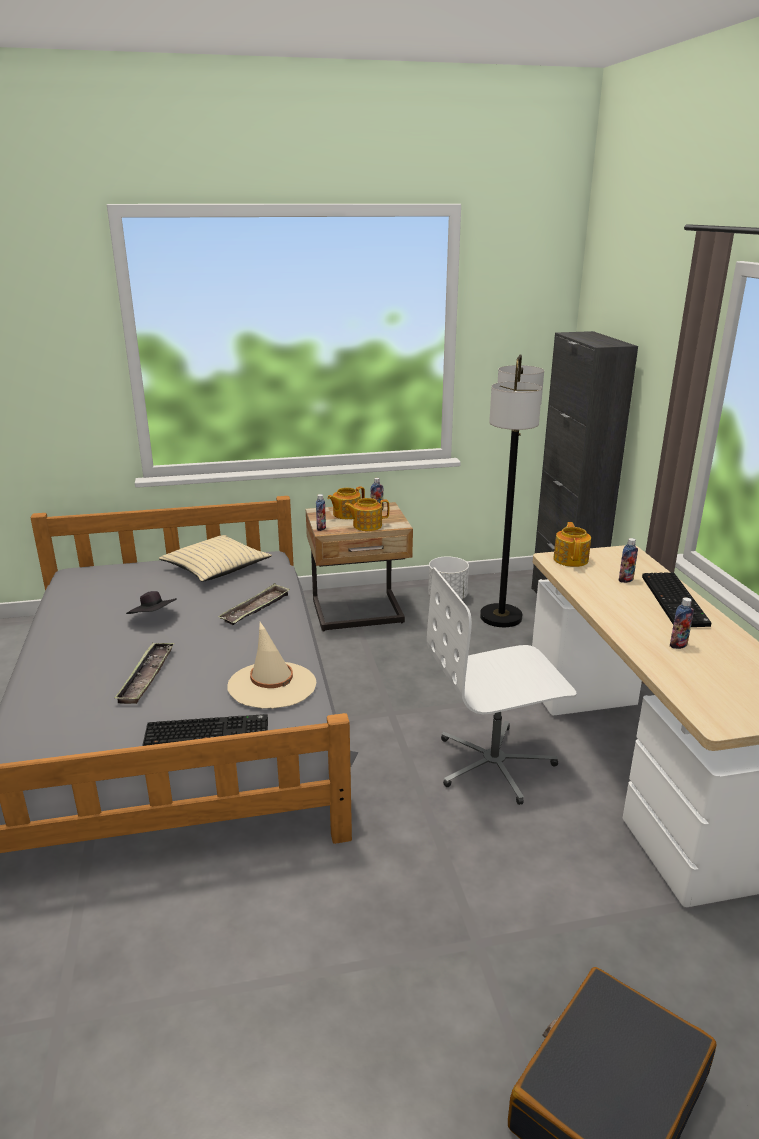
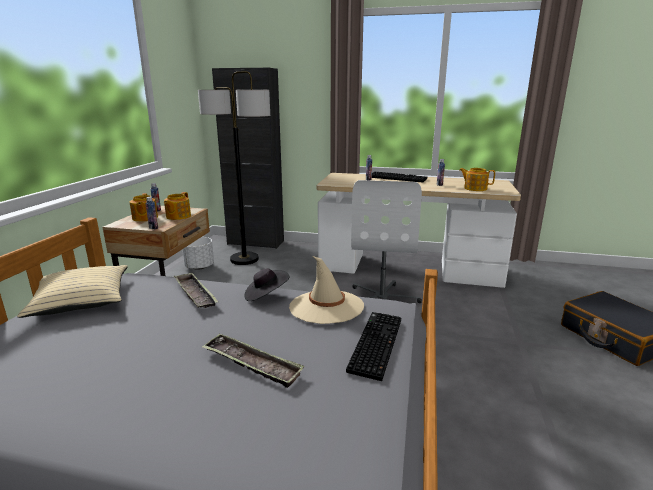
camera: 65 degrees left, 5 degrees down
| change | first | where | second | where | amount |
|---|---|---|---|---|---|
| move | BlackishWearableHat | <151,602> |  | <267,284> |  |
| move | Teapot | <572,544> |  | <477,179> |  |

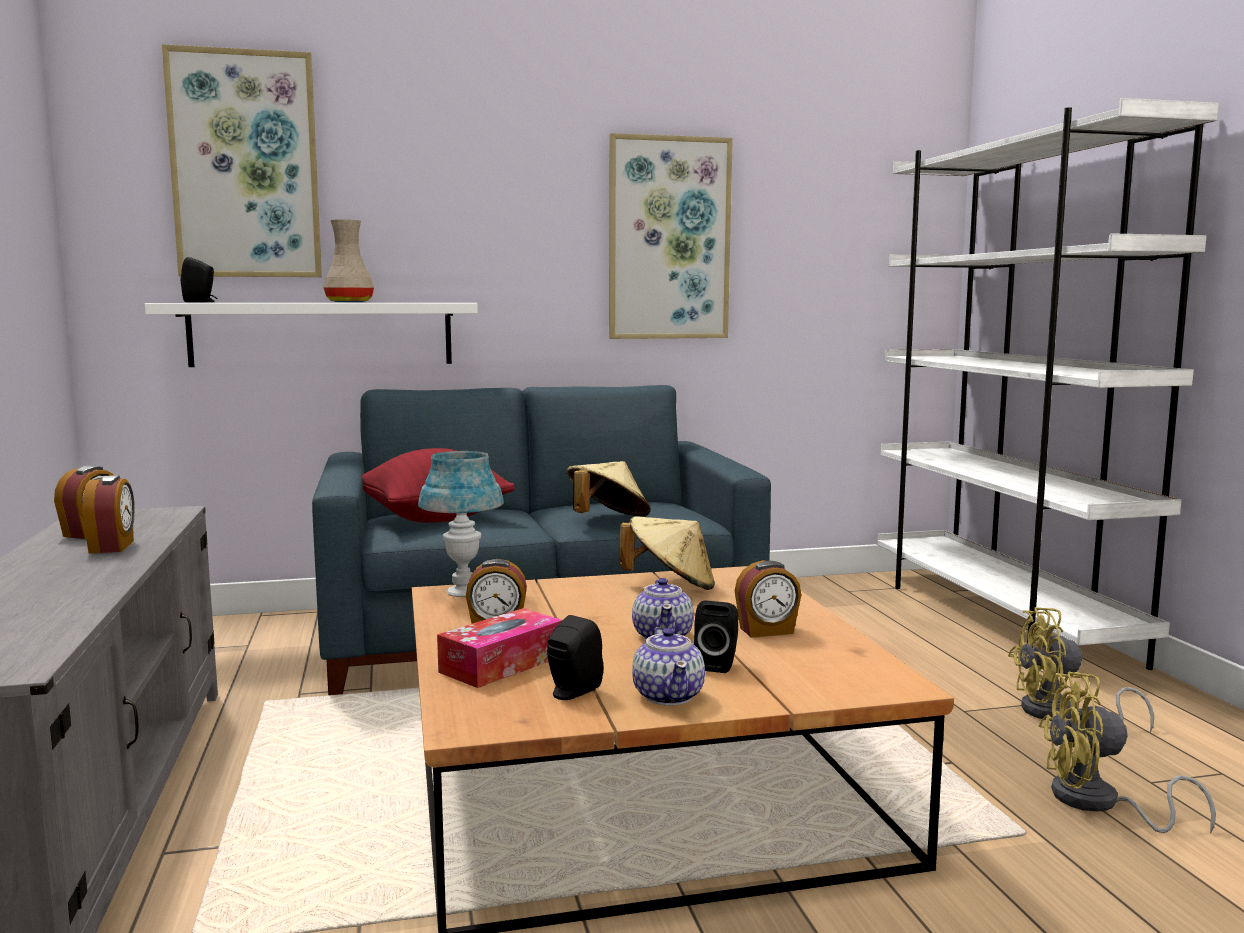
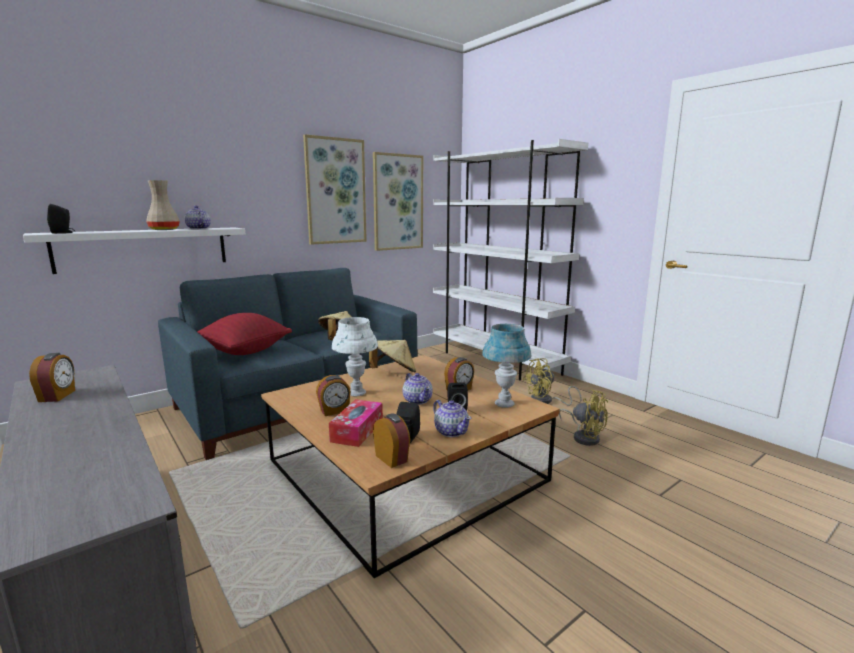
camera: 25 degrees left, 5 degrees up
| change | first | where | second | where | amount |
|---|---|---|---|---|---|
| move | TableClock | <108,514> |  | <391,441> |  |
| move | WallArt | <242,160> |  | <398,201> |  |
| move | BlueTabletopLamp | <461,524> |  | <506,366> |  |
| rotate | YellowishFan | <1127,753> |  | <583,417> | 120 degrees counterclockwise |
| insert |  |  | Teapot | <198,217> |  |
| insert |  |  | WhiteColouredTabletopLamp | <355,356> |  |

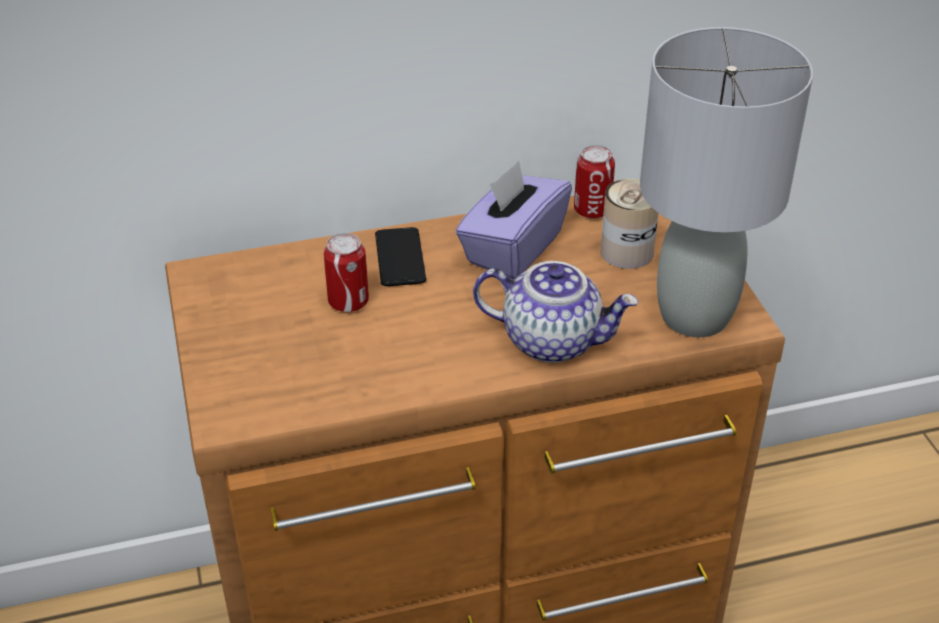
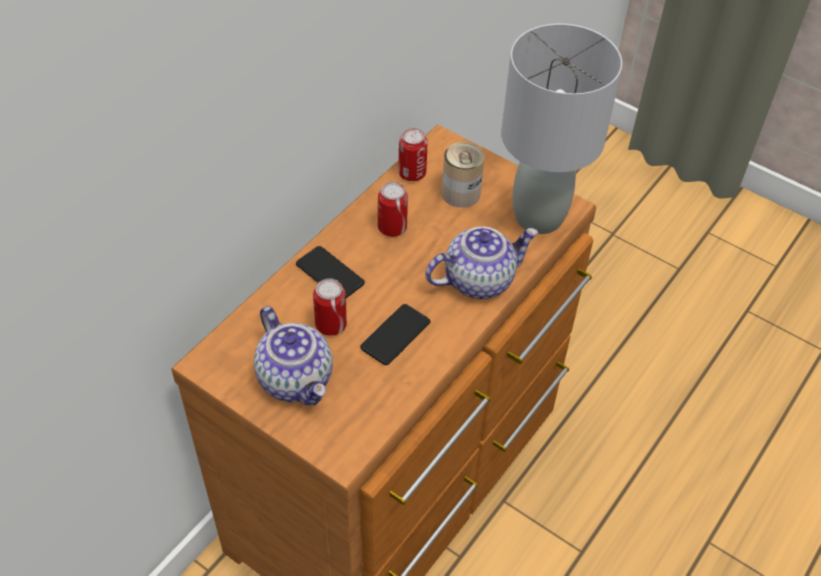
camera: 40 degrees left, 10 degrees up
| change | first | where | second | where | amount |
|---|---|---|---|---|---|
| replace | PurpleColouredTissueBox | <513,219> | Can | <393,209> |  |
| insert |  |  | Teapot | <293,356> |  |
| insert |  |  | Handset | <395,334> |  |

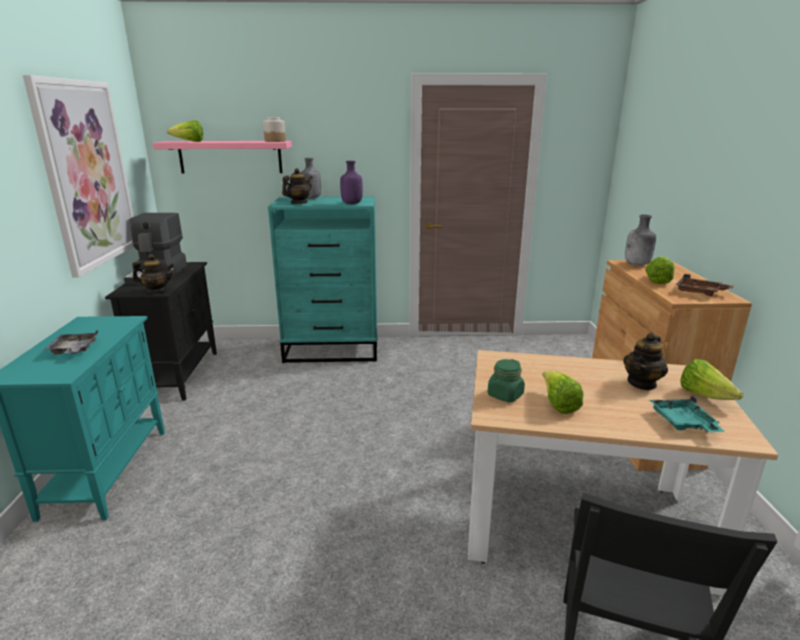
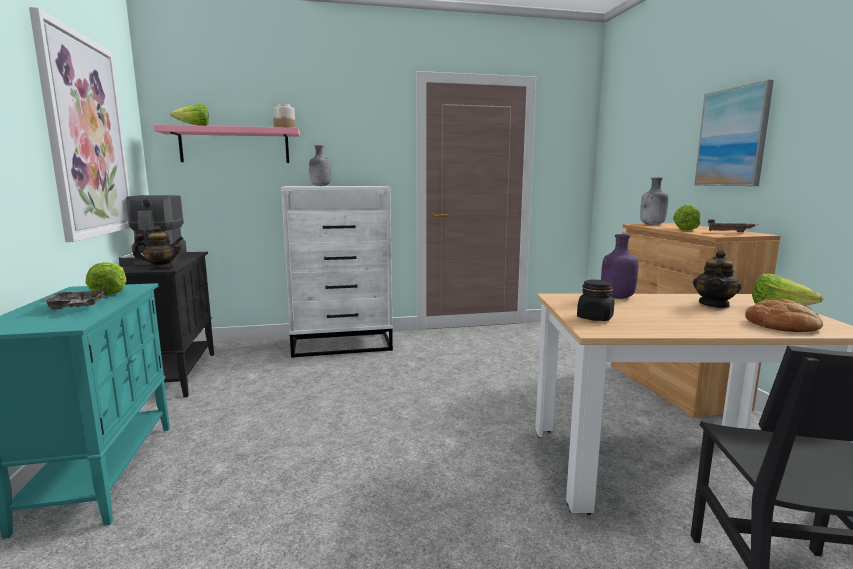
camera: 10 degrees left, 10 degrees down
| change | first | where | second | where | amount |
|---|---|---|---|---|---|
| recolor | TurquoiseColouredDresser | <322,279> | WhiteColouredDresser | <337,272> |  |
| delete | Teapot | <297,186> |  |  |  |
| move | PurpleColouredBottle | <351,182> |  | <619,266> |  |
| recolor | GreenJar | <506,381> | BlackishJar | <595,300> |  |
| move | Lettuce | <563,392> |  | <106,279> |  |
| replace | TurquoiseColouredTray | <687,413> | BakedBread | <784,315> |  |
| insert |  |  | WallArt | <734,133> |  |

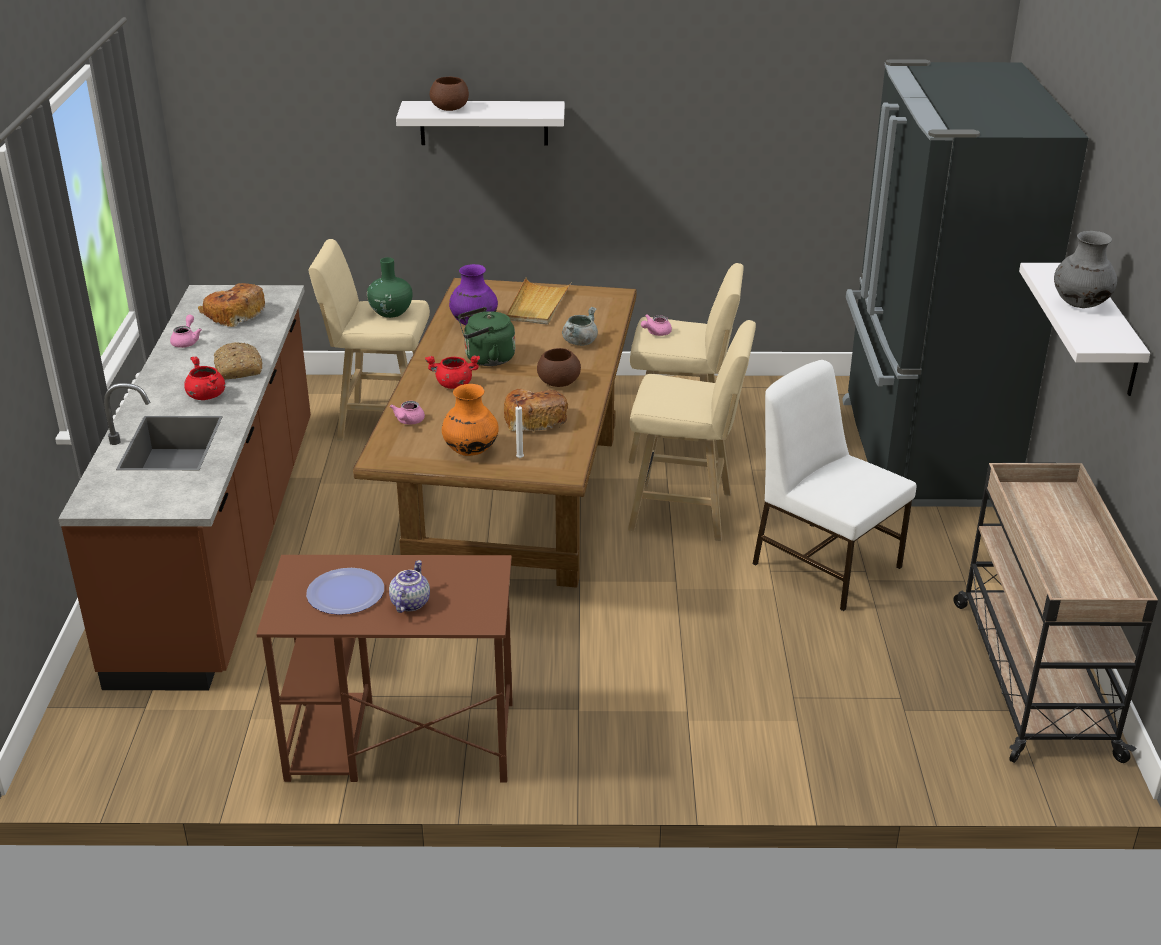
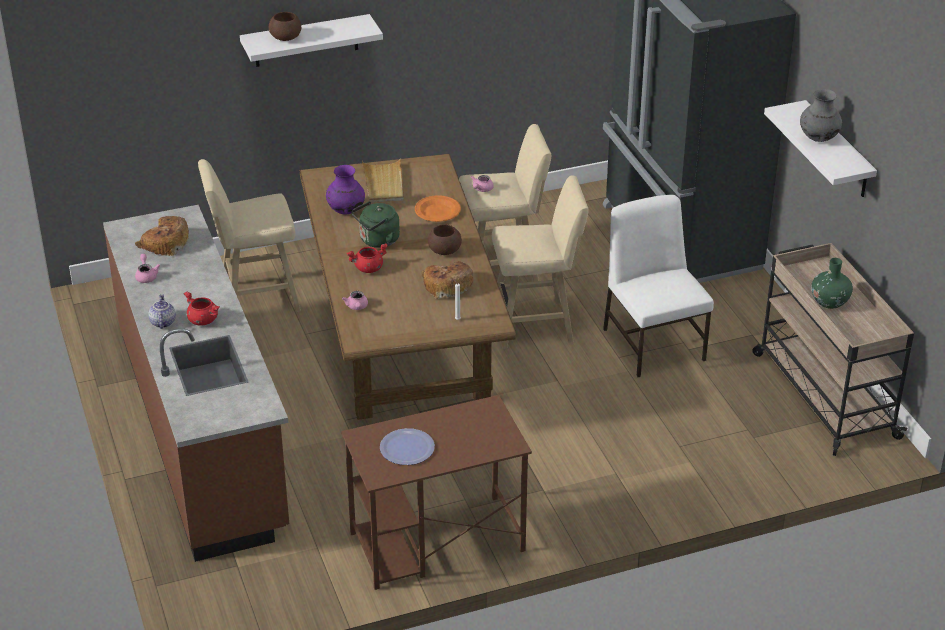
camera: 20 degrees left, 5 degrees up
| change | first | where | second | where | amount |
|---|---|---|---|---|---|
| delete | BakedBread | <238,360> |  |  |  |
| move | GreenFlowerVase | <390,287> |  | <832,283> |  |
| move | Teapot | <409,586> |  | <162,311> |  |
| delete | OrangeyFlowerVase | <470,420> |  |  |  |
| replace | GreyCookingPot | <580,326> | OrangeyDinnerPlate | <438,208> |  |
| rotate | WhiteColouredPlainChair | <834,485> |  | <658,286> | 45 degrees clockwise |

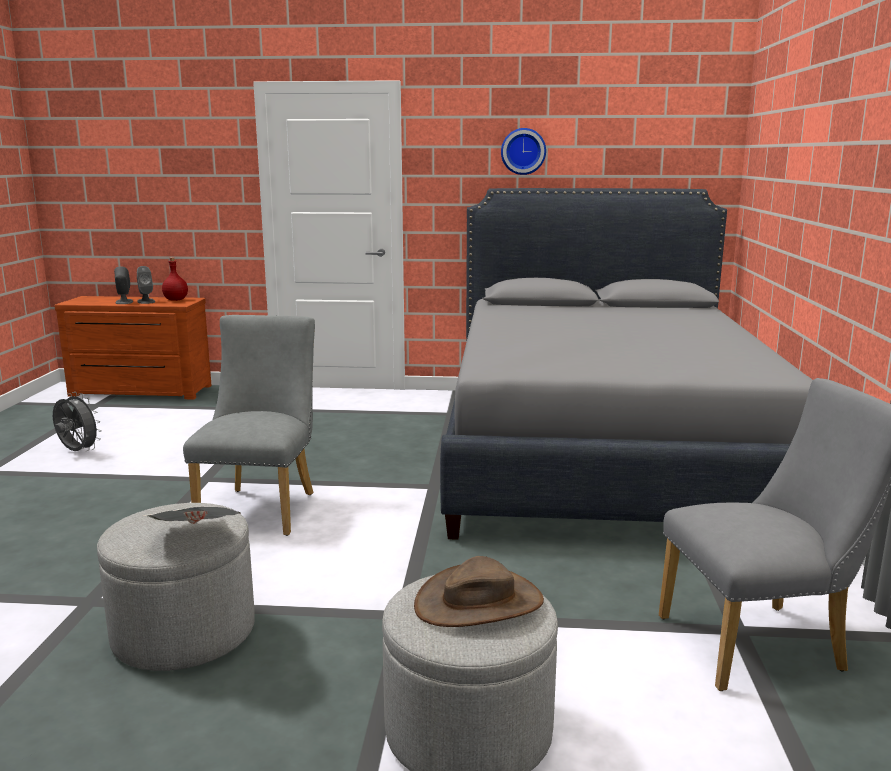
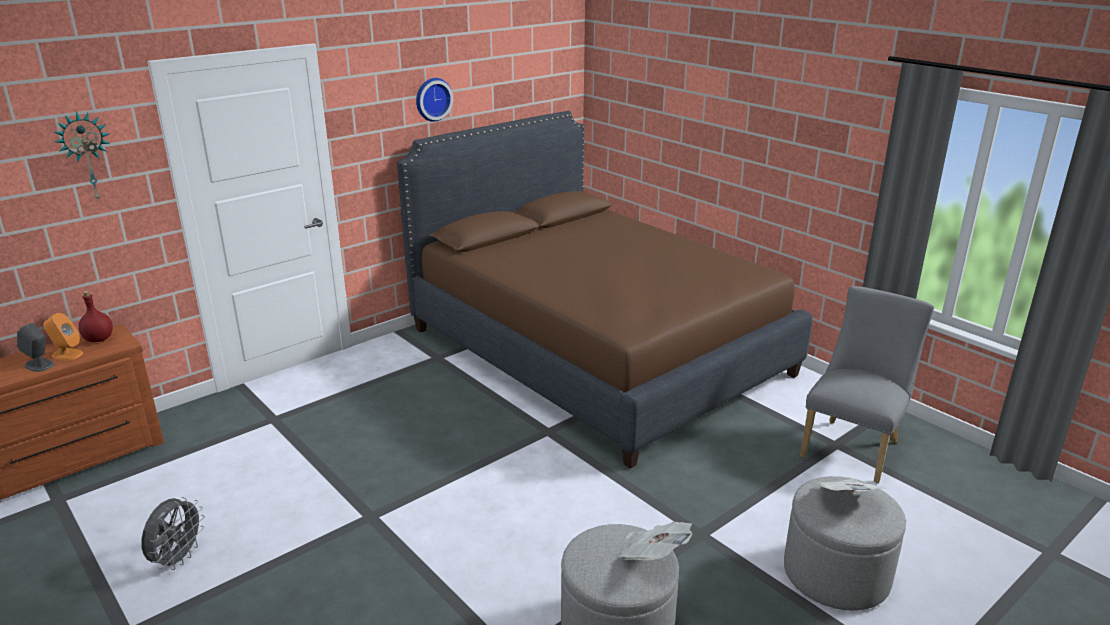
camera: 45 degrees left, 10 degrees up
| change | first | where | second | where | amount |
|---|---|---|---|---|---|
| rotate | GreyFan | <77,421> |  | <173,533> | 120 degrees clockwise |
| recolor | GreyAudioSpeaker | <146,285> | OrangeyAudioSpeaker | <63,336> |  |
| delete | GreyPlainChair | <249,425> |  |  |  |
| replace | BrownishWearableHat | <479,591> | DailyPaper | <852,486> |  |
| recolor | GreyBedroomBed | <626,364> | BrownishBedroomBed | <604,290> |  |
| insert |  |  | HangingClock | <83,157> |  |

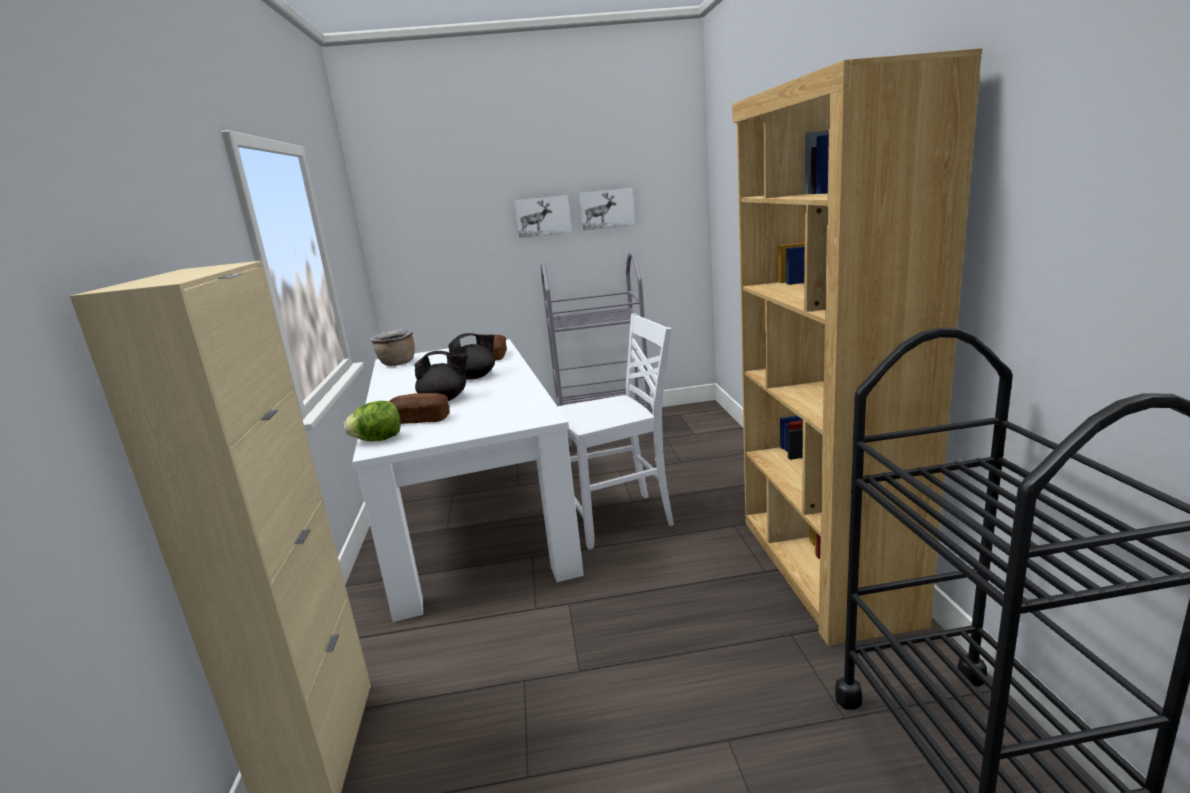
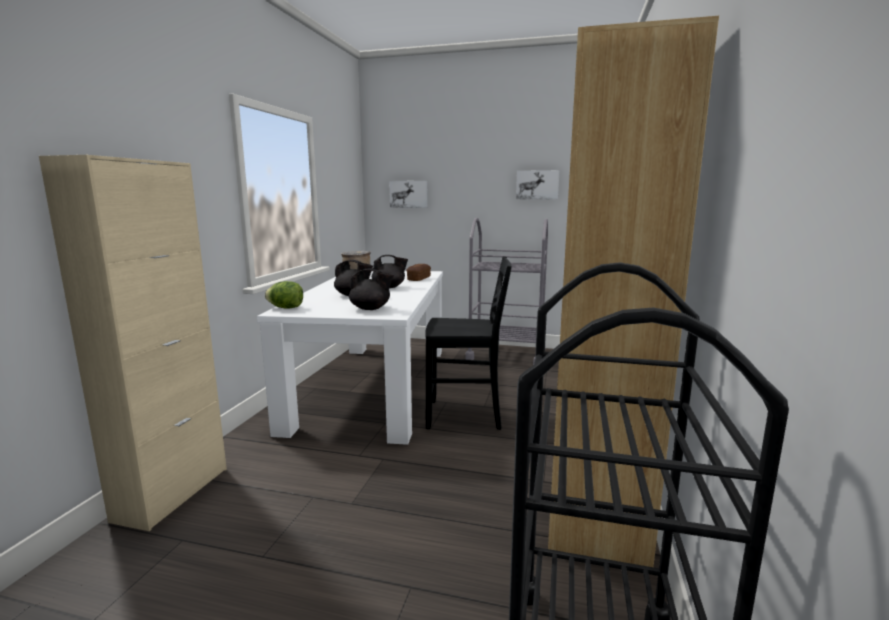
camera: 20 degrees right, 5 degrees down
| change | first | where | second | where | amount |
|---|---|---|---|---|---|
| delete | BakedBread | <419,408> |  |  |  |
| move | WallArt | <543,216> |  | <408,194> |  |
| recolor | WhiteColouredPlainChair | <615,431> | BlackishPlainChair | <468,343> |  |
| insert |  |  | BlackishTeapot | <371,289> |  |

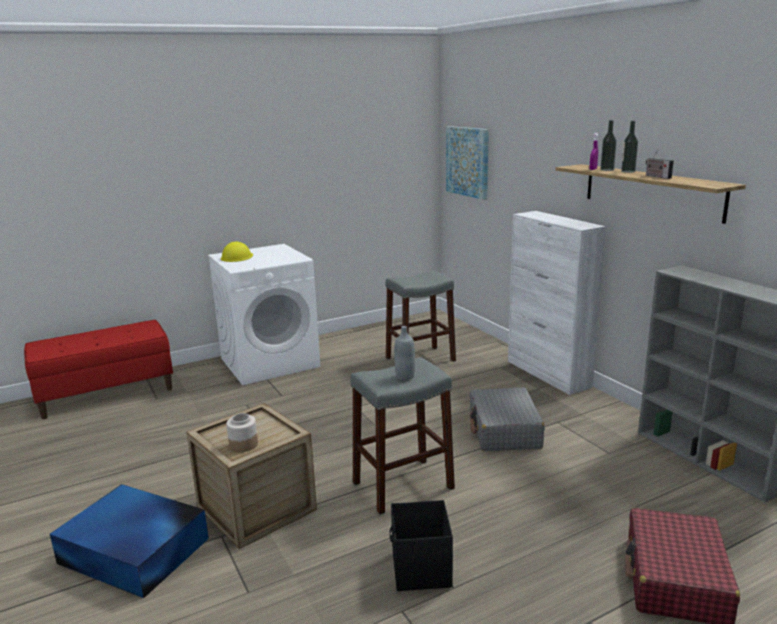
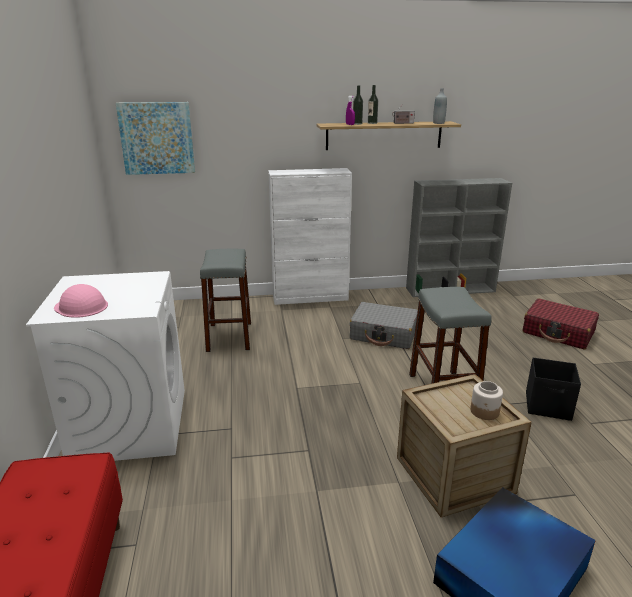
camera: 70 degrees left, 5 degrees up
| change | first | where | second | where | amount |
|---|---|---|---|---|---|
| recolor | YellowishSafetyHelmet | <237,251> | PinkColouredSafetyHelmet | <81,301> |  |
| move | GreyBottle | <405,353> |  | <440,106> |  |

